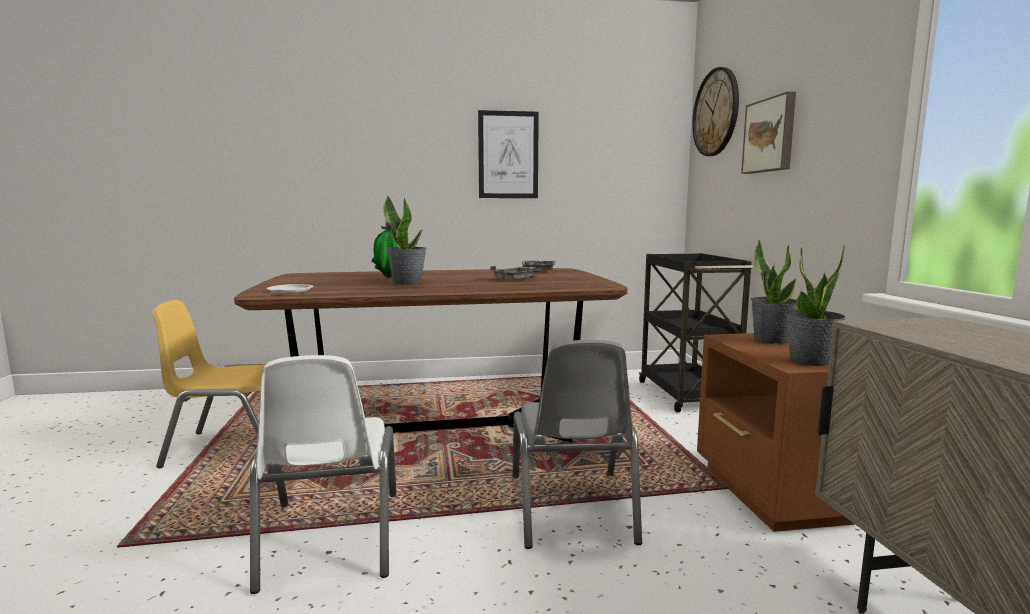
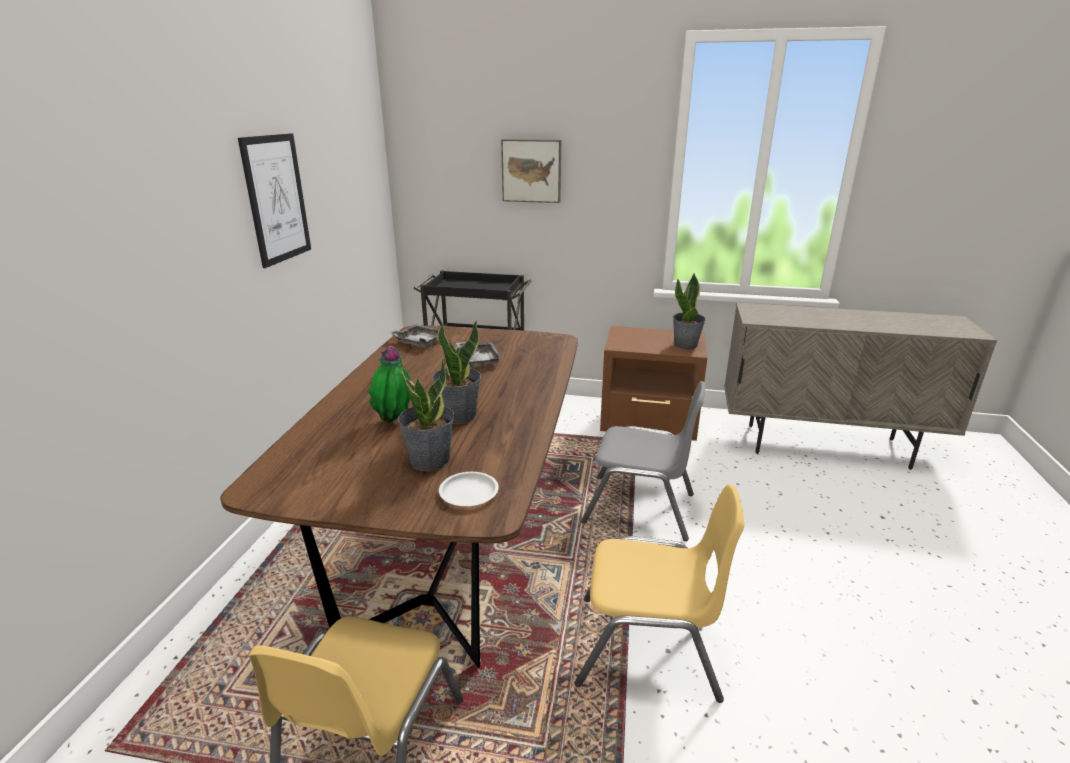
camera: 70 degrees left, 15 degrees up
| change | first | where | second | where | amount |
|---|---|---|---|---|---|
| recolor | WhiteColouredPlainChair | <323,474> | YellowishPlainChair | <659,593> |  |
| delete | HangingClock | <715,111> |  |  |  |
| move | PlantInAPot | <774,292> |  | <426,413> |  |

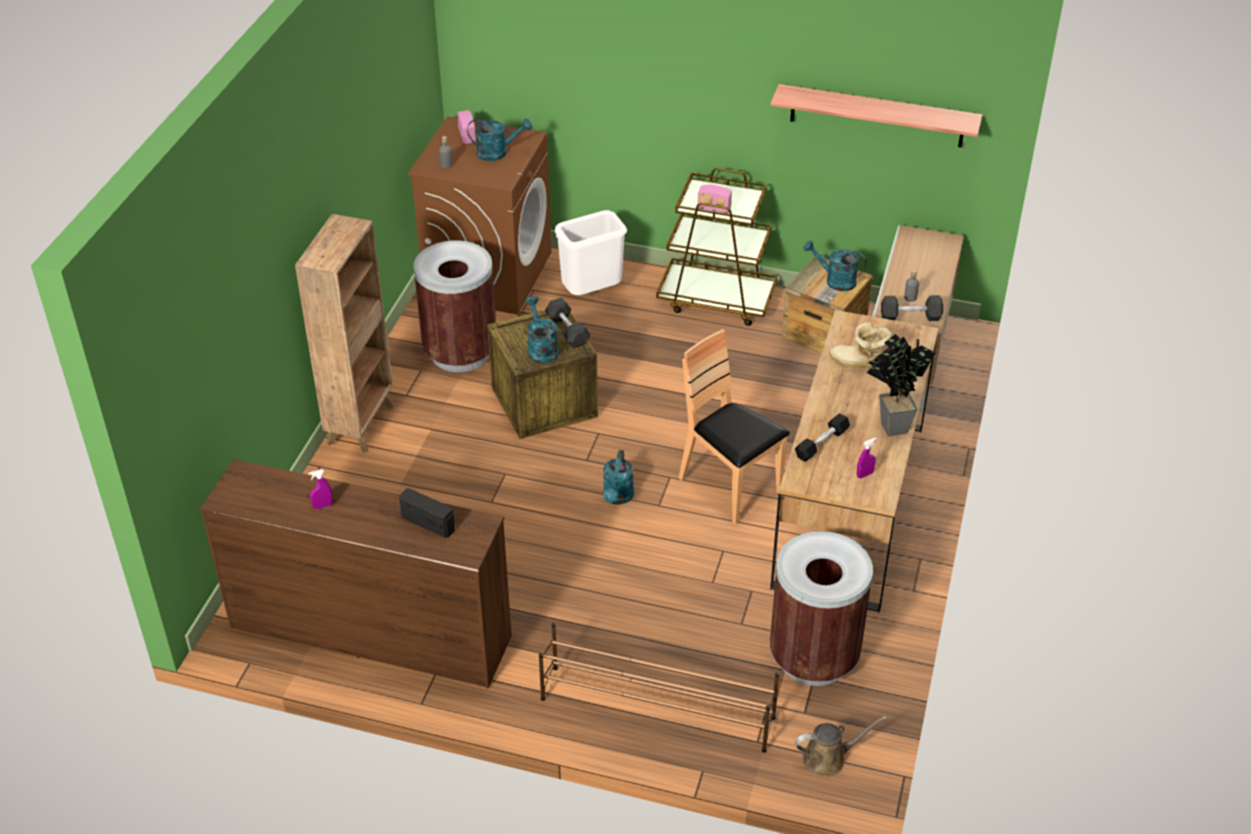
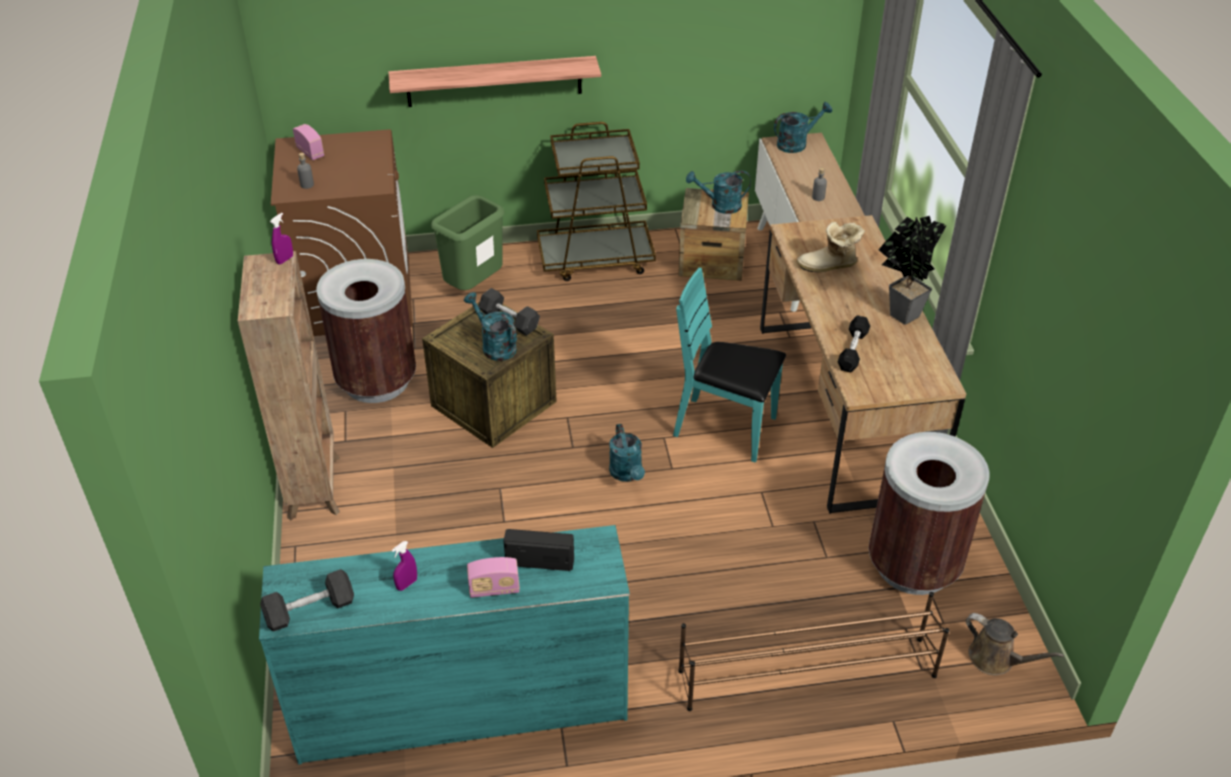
camera: 25 degrees left, 0 degrees up
| change | first | where | second | where | amount |
|---|---|---|---|---|---|
| recolor | BrownishDresser | <356,573> | TurquoiseColouredDresser | <444,645> |  |
| move | TurquoiseColouredWateringCan | <499,139> |  | <803,127> |  |
| recolor | WhiteColouredRubbishBin | <590,252> | GreenRubbishBin | <468,242> |  |
| recolor | BrownishPlainChair | <734,426> | TurquoiseColouredPlainChair | <729,365> |  |
| move | RadioSet | <714,199> |  | <493,577> |  |
| move | BracketShelf | <876,115> |  | <495,81> |  |
| rotate | BrownishWateringCan | <841,746> |  | <1014,644> | 75 degrees clockwise |
| move | PurpleColouredHandSprayer | <867,457> |  | <281,239> |  |
| move | GreyDumbbell | <912,308> |  | <307,600> |  |

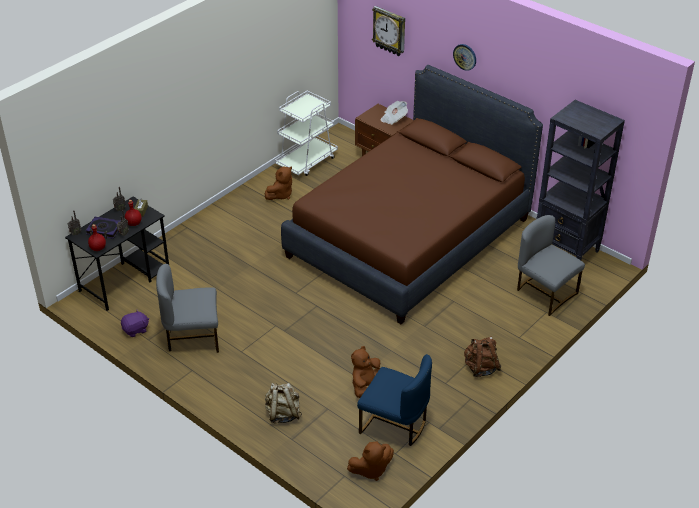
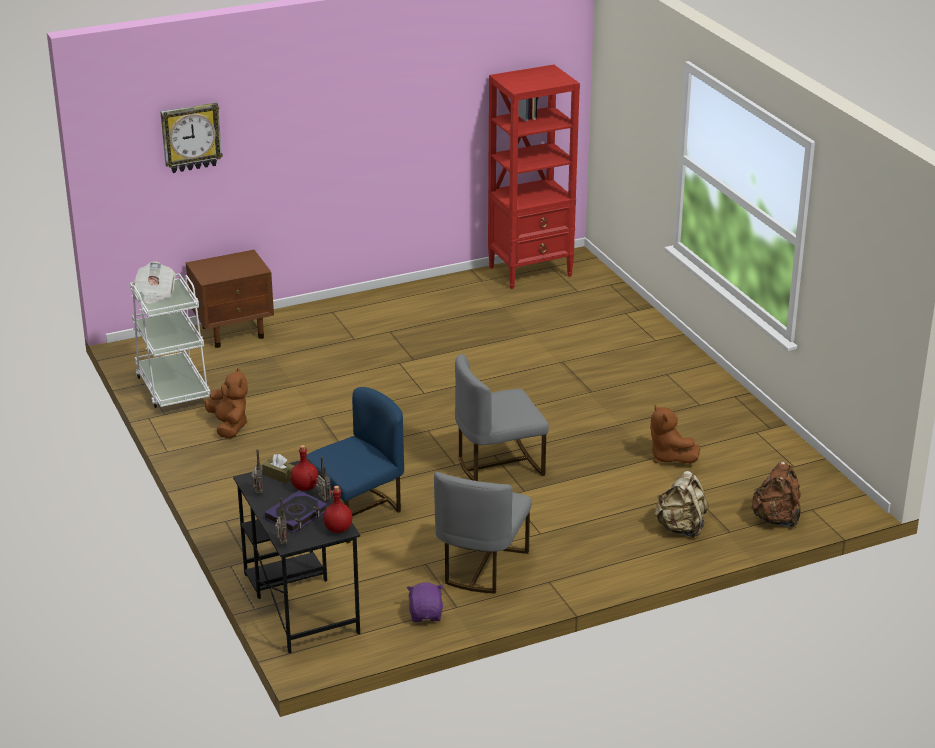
camera: 65 degrees left, 10 degrees down
| change | first | where | second | where | amount |
|---|---|---|---|---|---|
| delete | BrownishBedroomBed | <412,194> |  |  |  |
| delete | BrownishPlushToy | <370,461> |  |  |  |
| move | BluePlainChair | <394,400> |  | <355,465> |  |
| move | DailyPaper | <394,113> |  | <155,282> |  |
| delete | HangingClock | <464,57> |  |  |  |
| move | BrownishKnapsack | <483,356> |  | <776,495> |  |
| move | GreyPlainChair | <551,265> |  | <502,417> |  |
| recolor | BlackishShelvingUnit | <580,180> | ReddishShelvingUnit | <534,177> |  |

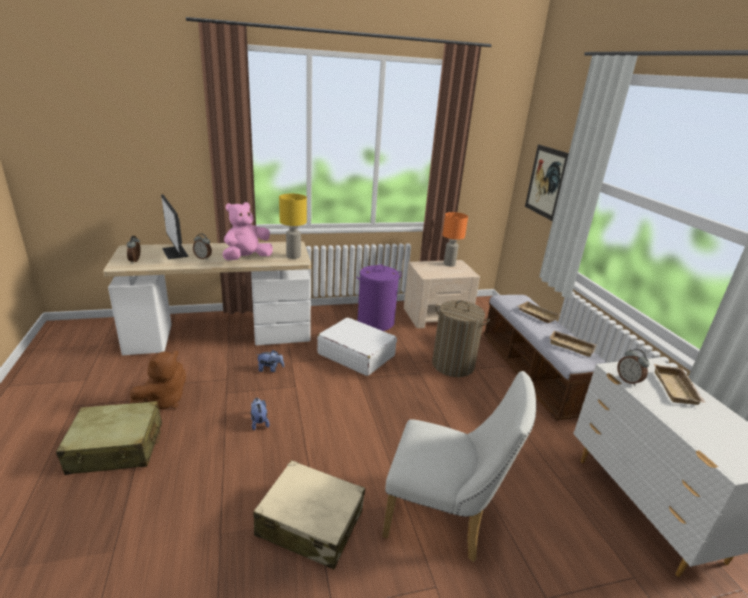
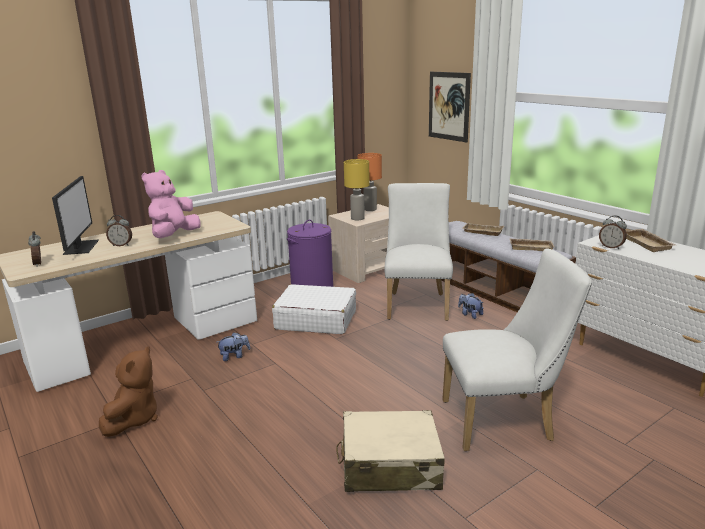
camera: 20 degrees left, 5 degrees down
| change | first | where | second | where | amount |
|---|---|---|---|---|---|
| delete | BeigeColouredPieceOfLuggage | <109,438> |  |  |  |
| rotate | Monitor | <175,226> |  | <75,215> | 135 degrees counterclockwise |
| move | PlushToy | <260,414> |  | <470,306> |  |
| move | YellowishTabletopLamp | <293,226> |  | <357,190> |  |
| replace | LaundryBasket | <461,338> | WhiteColouredPlainChair | <418,252> |  |

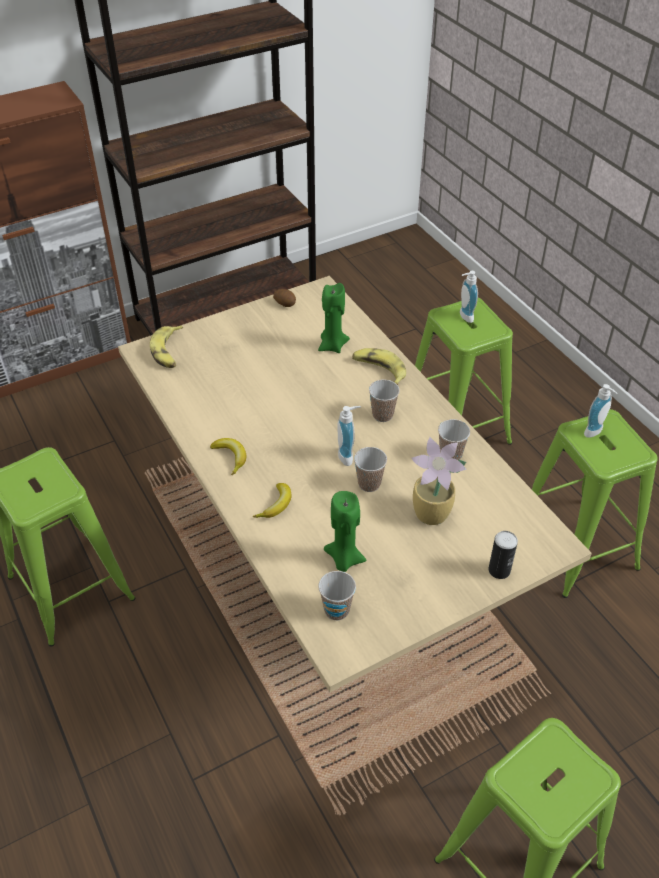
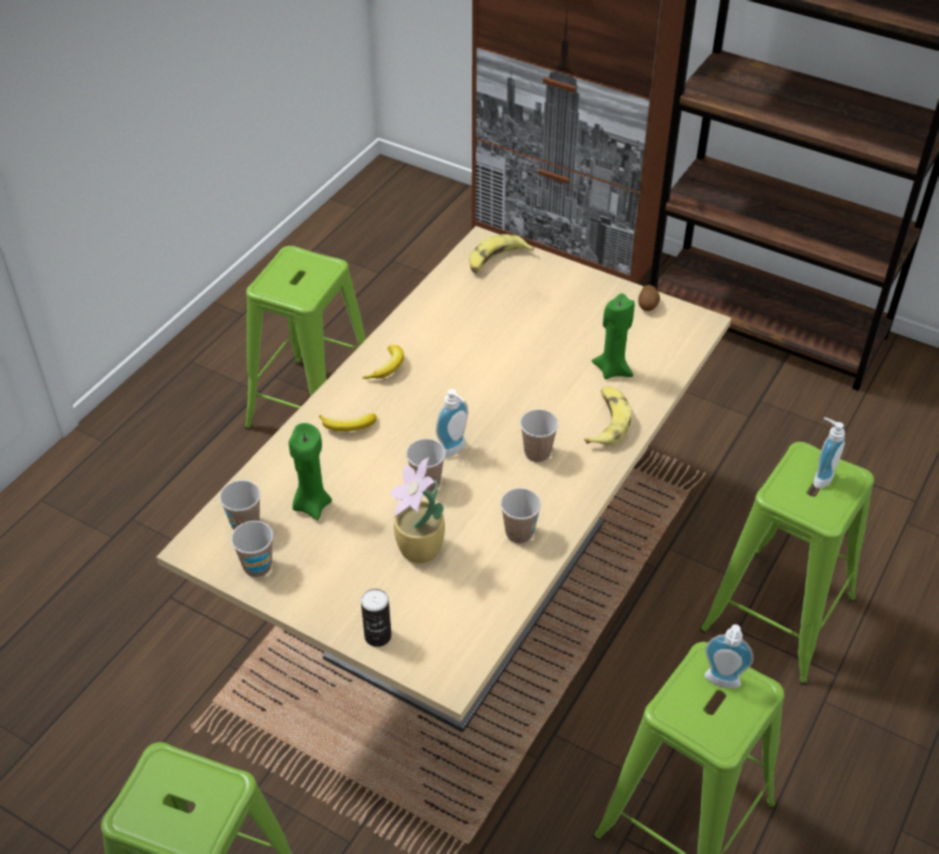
camera: 60 degrees right, 0 degrees up
| change | first | where | second | where | amount |
|---|---|---|---|---|---|
| insert |  |  | DrinkingCup | <252,549> |  |

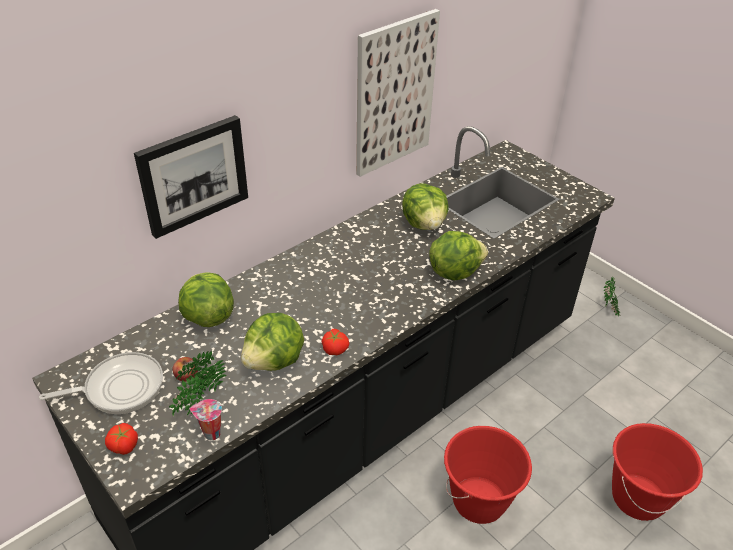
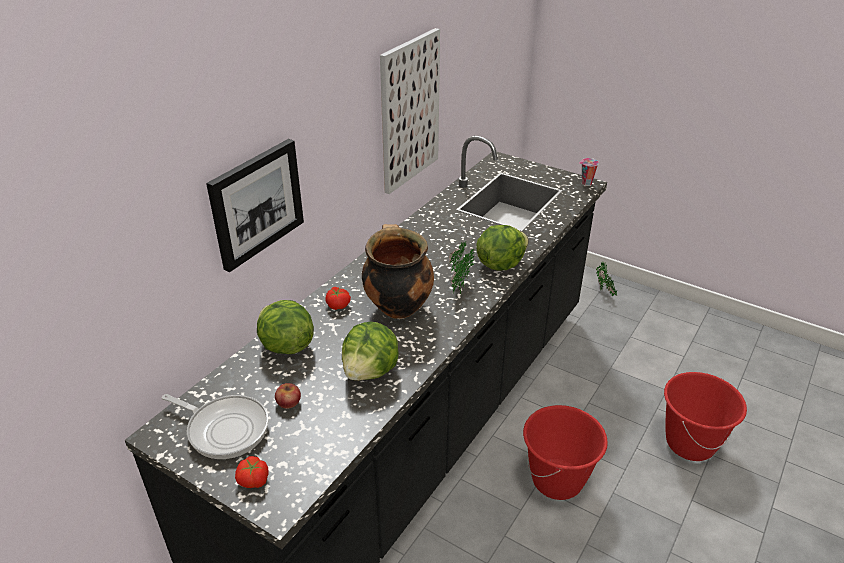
camera: 15 degrees left, 5 degrees down
| change | first | where | second | where | amount |
|---|---|---|---|---|---|
| rotate | FryingPan | <101,383> |  | <215,426> | 60 degrees clockwise |
| move | PlantInAPot | <198,383> |  | <461,268> |  |
| move | DrinkingCup | <206,419> |  | <589,172> |  |
| move | WholeTomato | <335,342> |  | <338,298> |  |
| delete | Lettuce | <425,206> |  |  |  |
| insert |  |  | CookingPot | <398,271> |  |

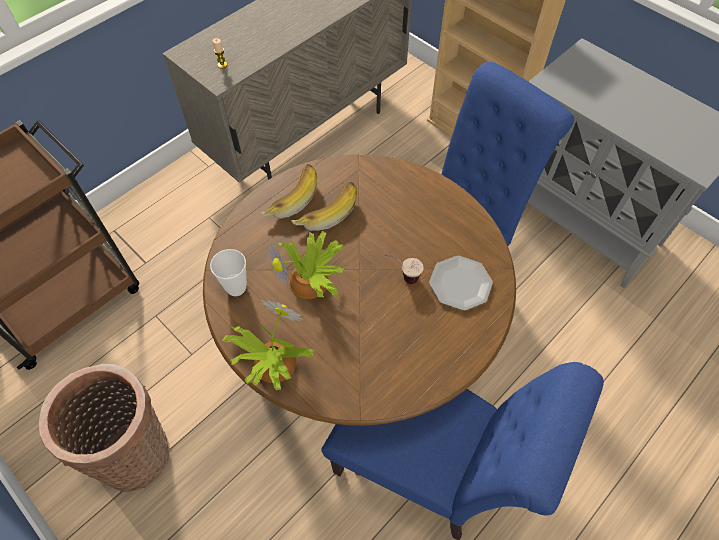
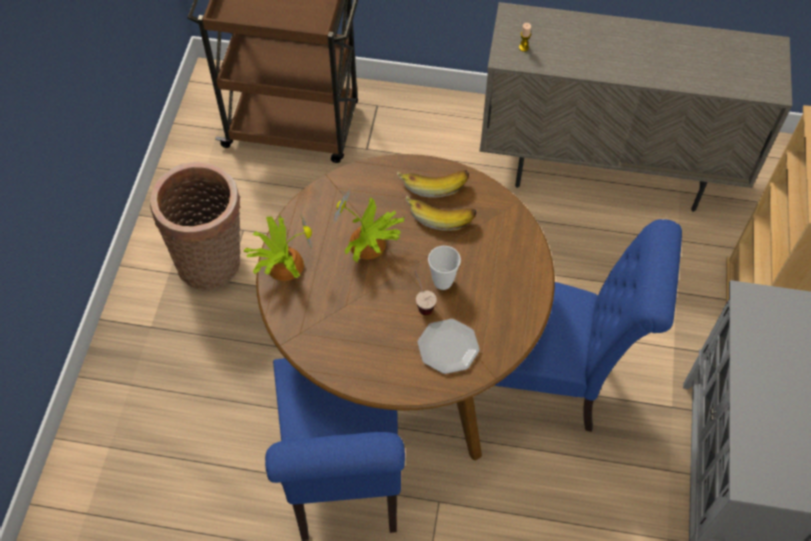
camera: 55 degrees right, 0 degrees up
| change | first | where | second | where | amount |
|---|---|---|---|---|---|
| move | DrinkingCup | <228,272> |  | <444,268> |  |

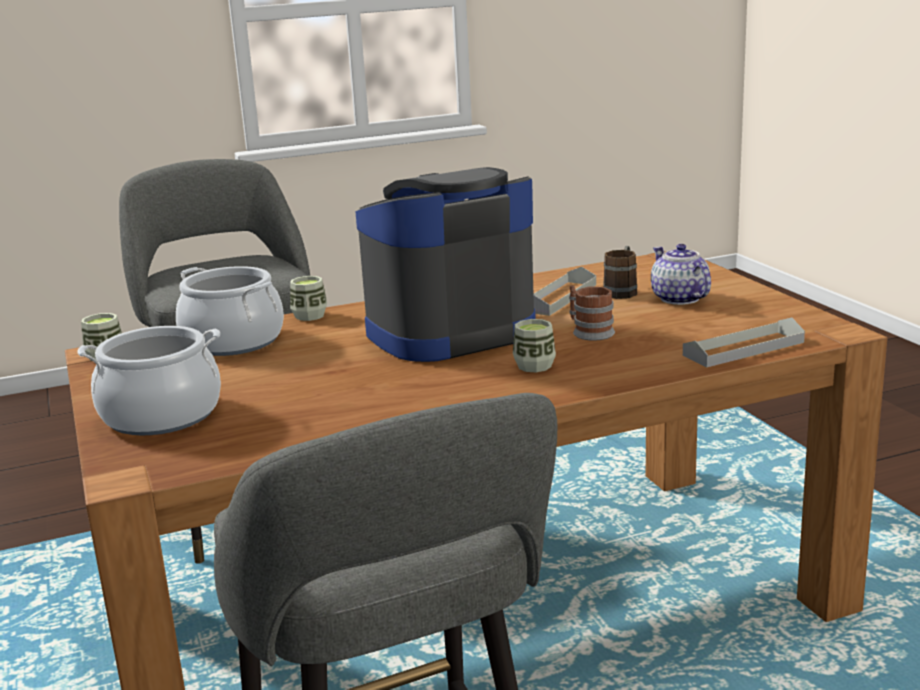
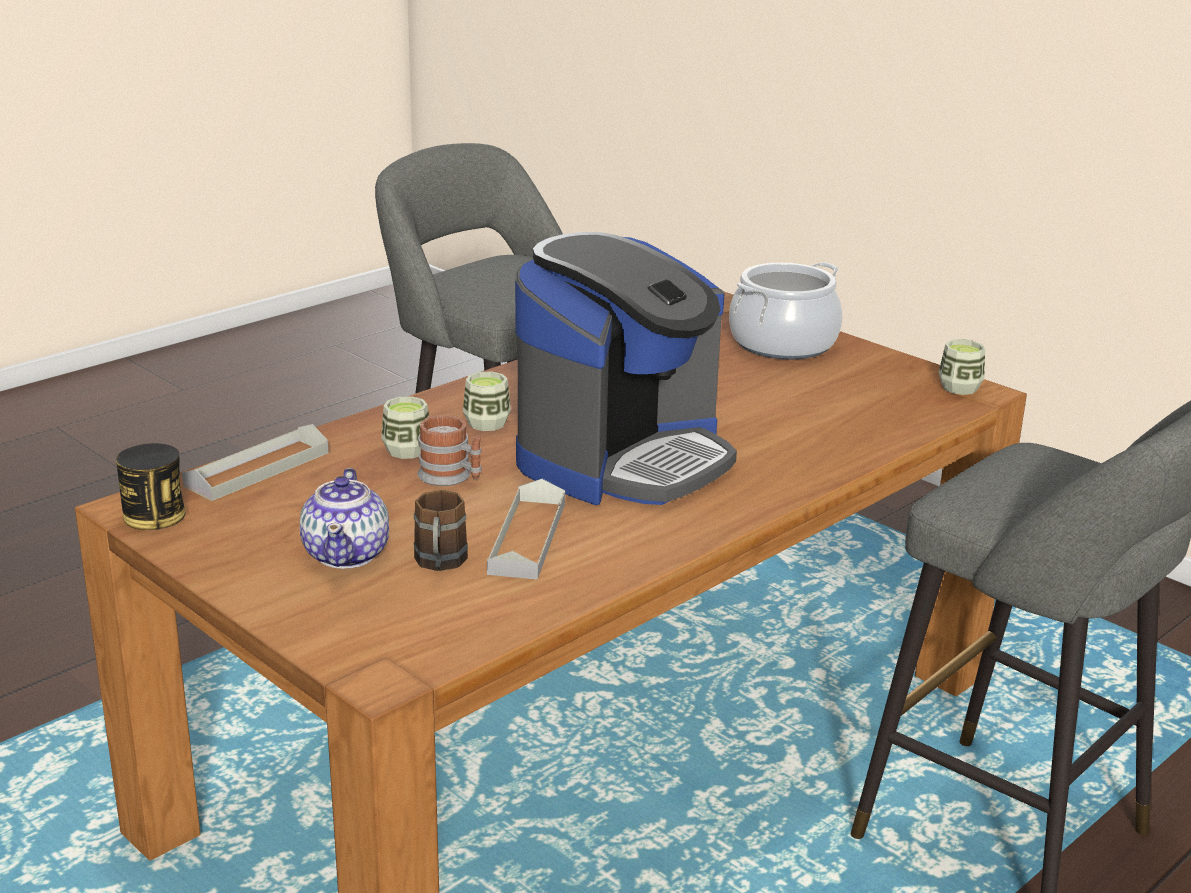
camera: 155 degrees right, 5 degrees up
| change | first | where | second | where | amount |
|---|---|---|---|---|---|
| delete | CookingPot | <230,311> |  |  |  |
| move | DrinkingCup | <308,298> |  | <405,427> |  |
| rotate | Teapot | <681,274> |  | <344,518> | 45 degrees clockwise |
| insert |  |  | Can | <151,486> |  |

